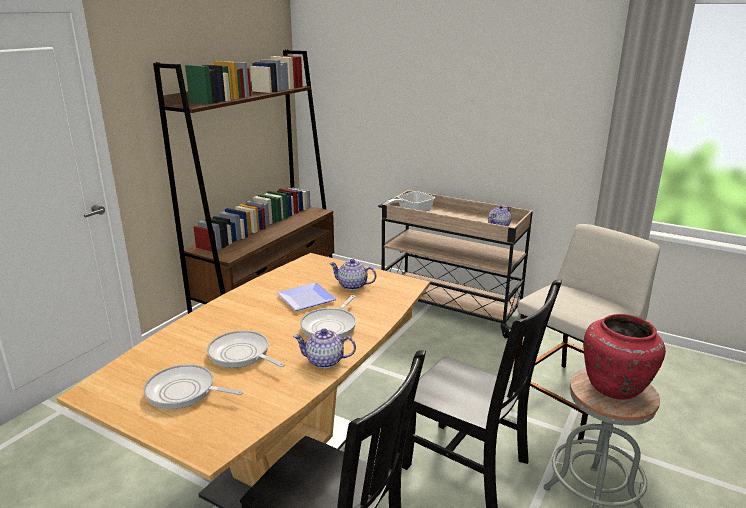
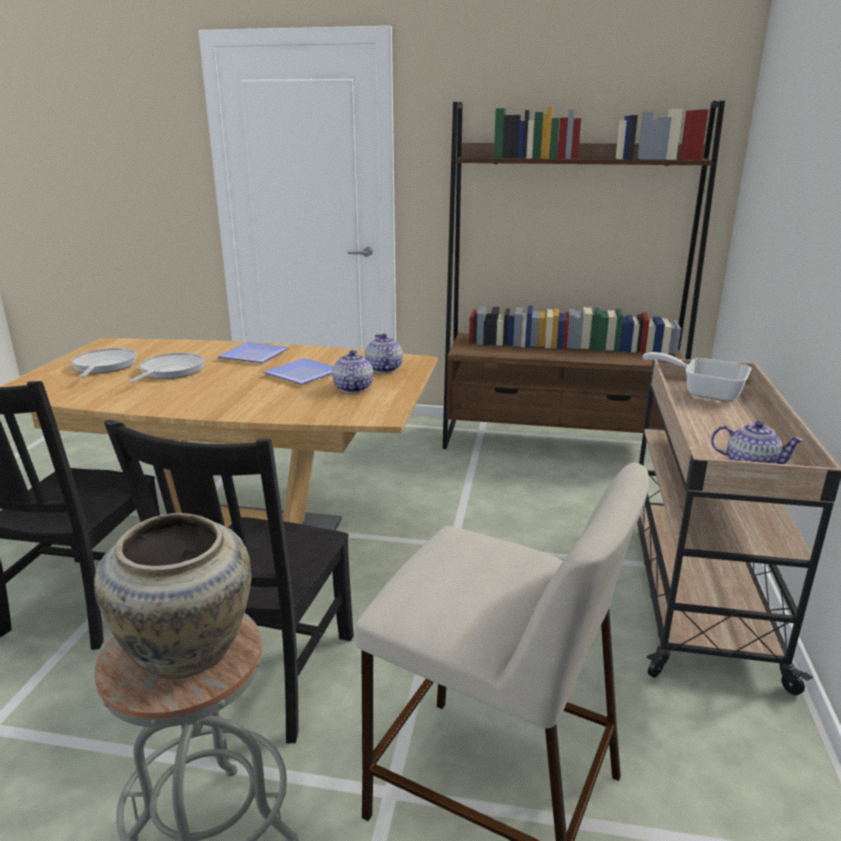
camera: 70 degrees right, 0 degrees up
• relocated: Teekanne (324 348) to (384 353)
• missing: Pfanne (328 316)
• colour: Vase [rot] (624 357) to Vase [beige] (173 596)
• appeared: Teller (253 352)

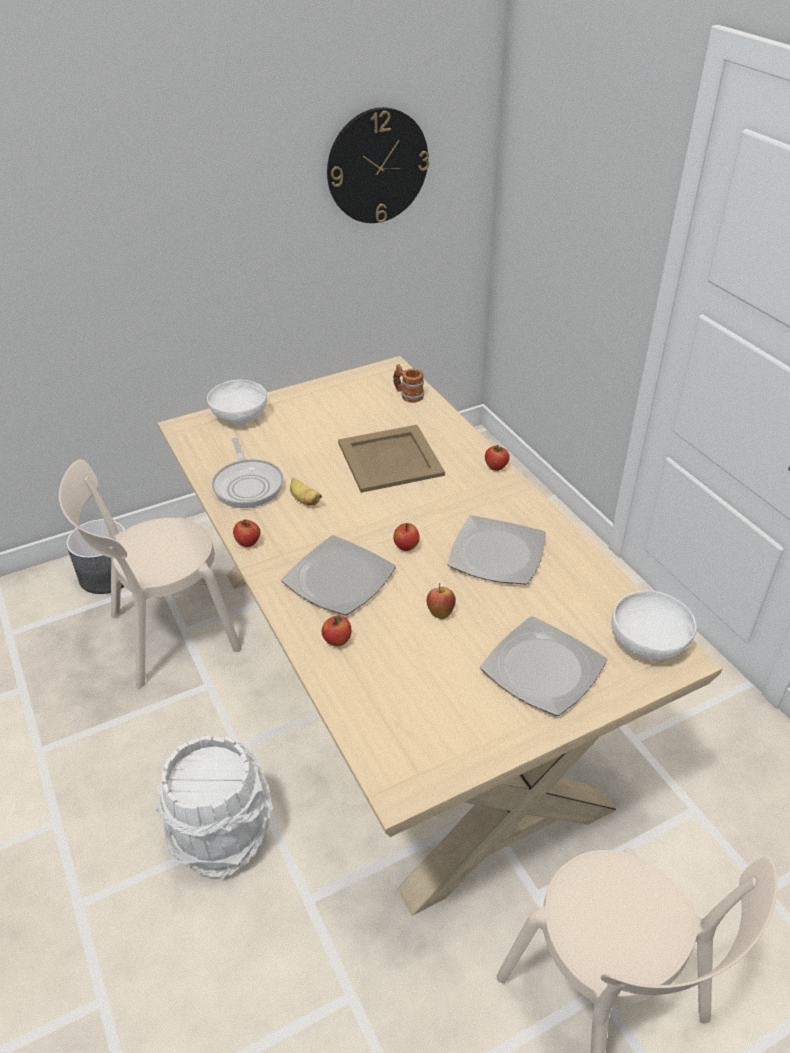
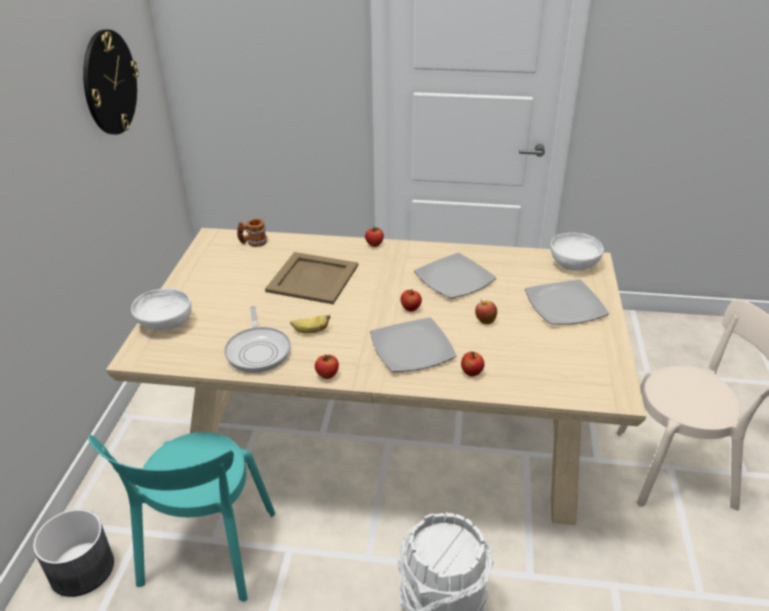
camera: 55 degrees left, 5 degrees down
• colour: Stuhl [beige] (150 574) to Stuhl [türkis] (181 517)
• spun: Pfanne (247 473) = (257 339) 60 degrees clockwise

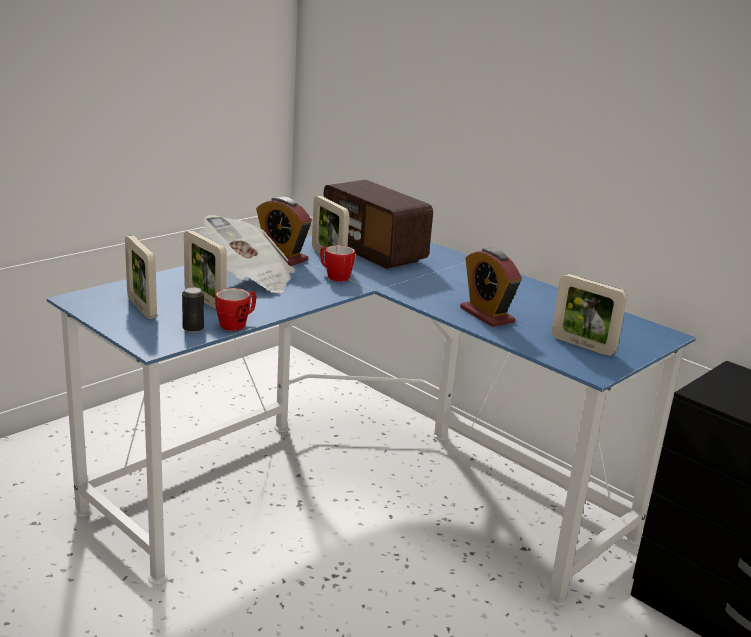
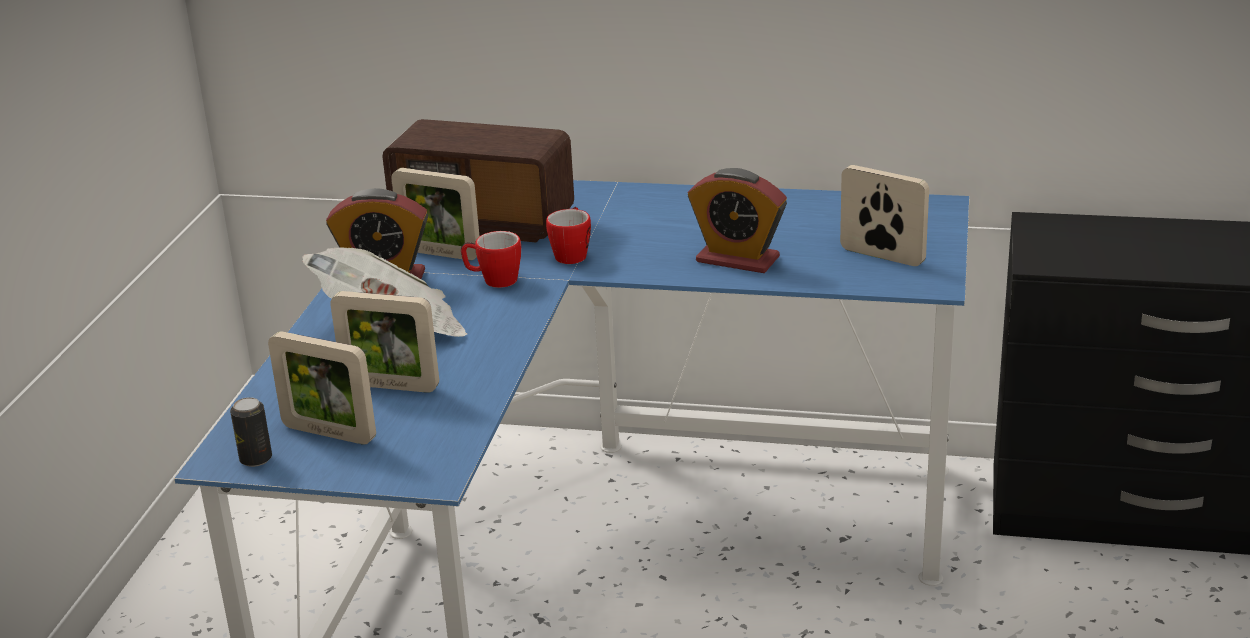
camera: 30 degrees left, 5 degrees up
• relocated: Dose (193 309) to (251 432)
• relocated: Henkelbecher (235 309) to (568 235)
• spun: Bilderrahmen (589 315) = (884 215) 150 degrees counterclockwise

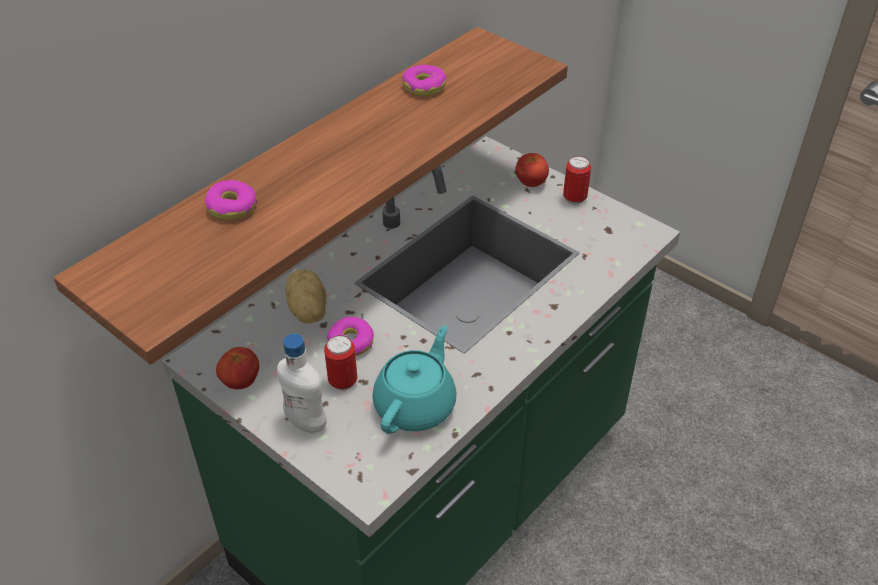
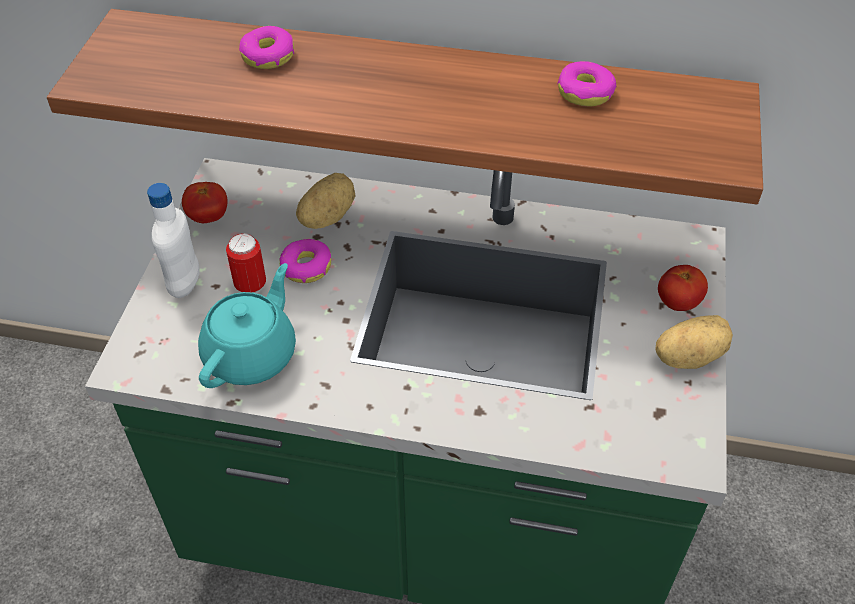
camera: 60 degrees right, 5 degrees up
• spun: Teekanne [türkis] (414 380) = (247 325) 60 degrees counterclockwise
• exchanged: Dose (577 180) to Kartoffel (694 342)

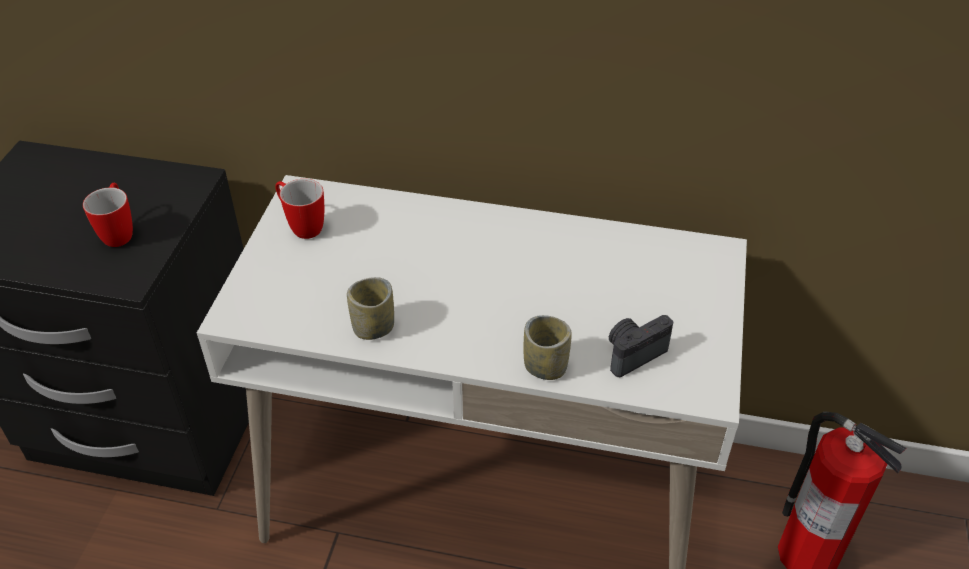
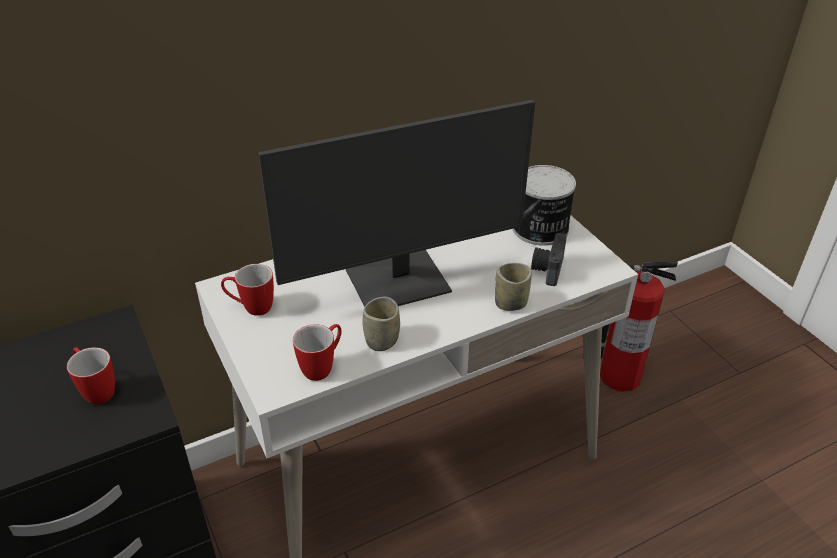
camera: 40 degrees left, 5 degrees down
• appeared: Monitor (396 203)
• appeared: Henkelbecher (317 352)
• appeared: Dose (544 205)

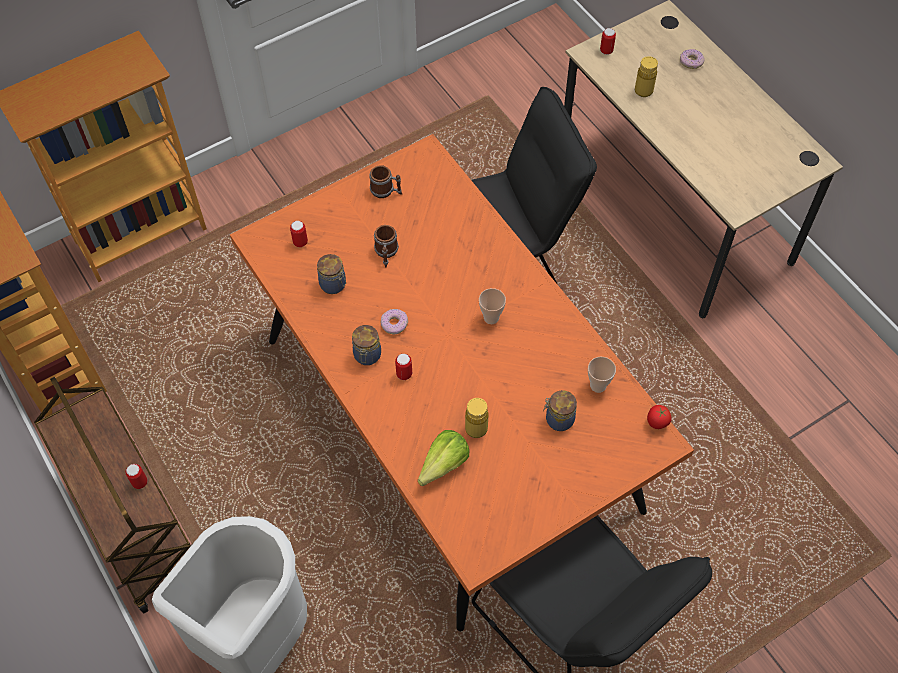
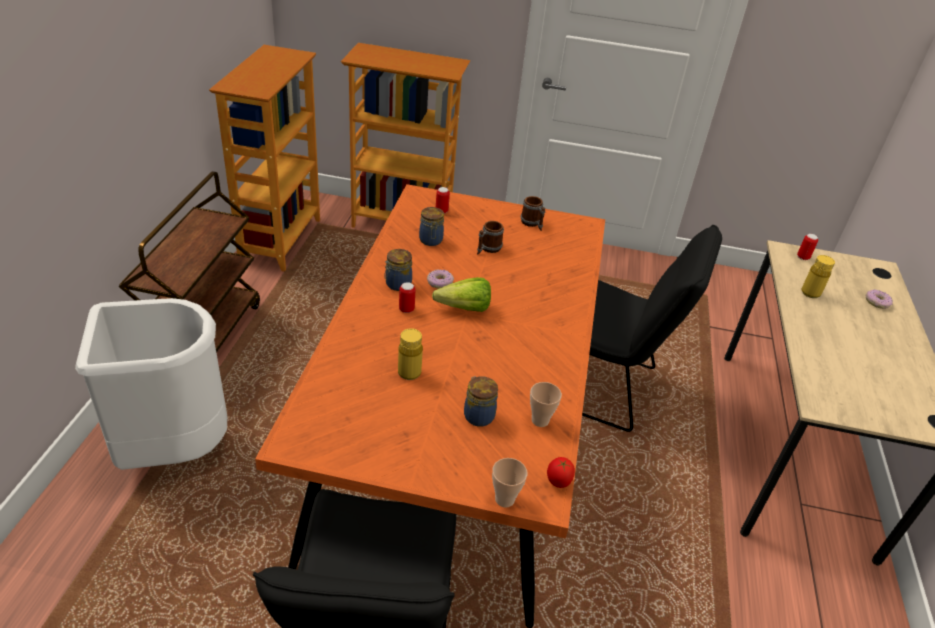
camera: 40 degrees right, 20 degrees down
• missing: Dose (137 476)
• relocated: Salatkopf (443 458) to (461 294)
• relocated: Tasse (492 306) to (509 482)

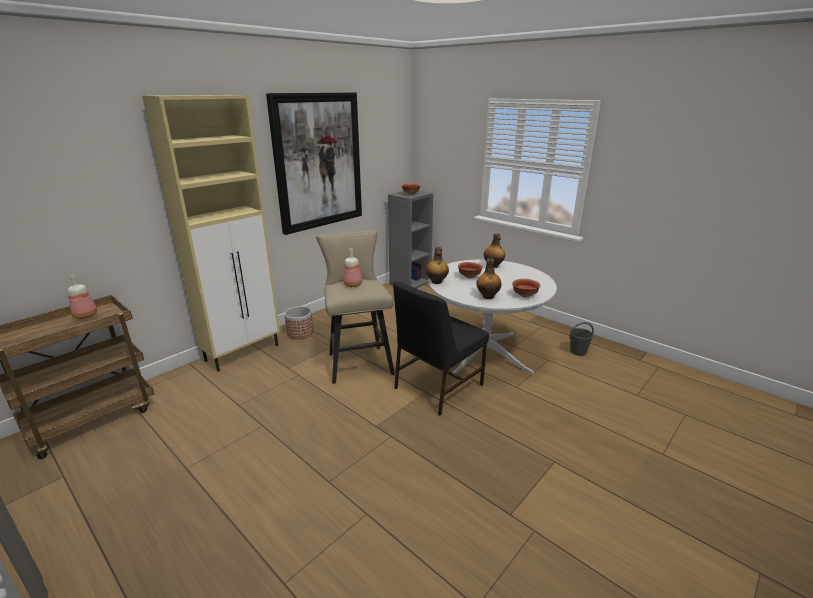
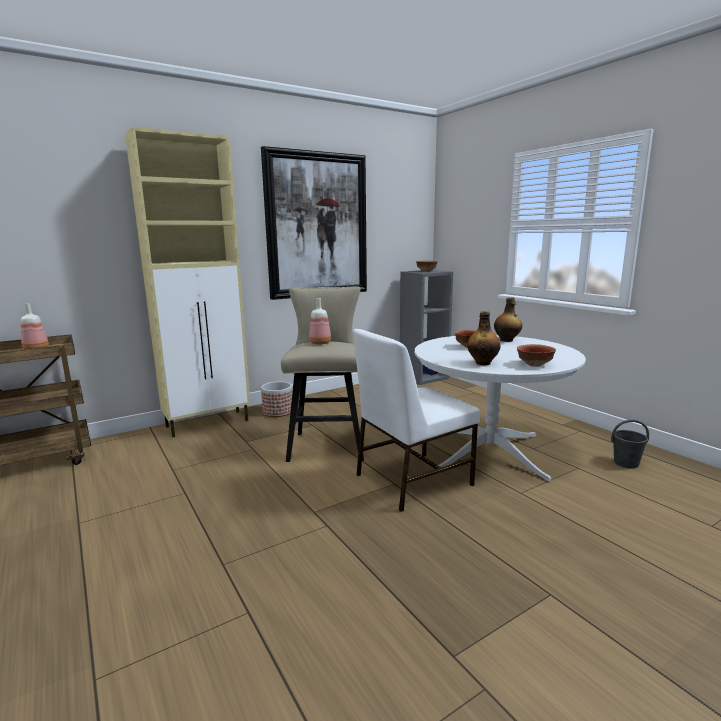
camera: 15 degrees right, 10 degrees down
• colour: Stuhl [schwarz] (441 348) to Stuhl [weiß] (416 420)
• missing: Flasche (437 265)

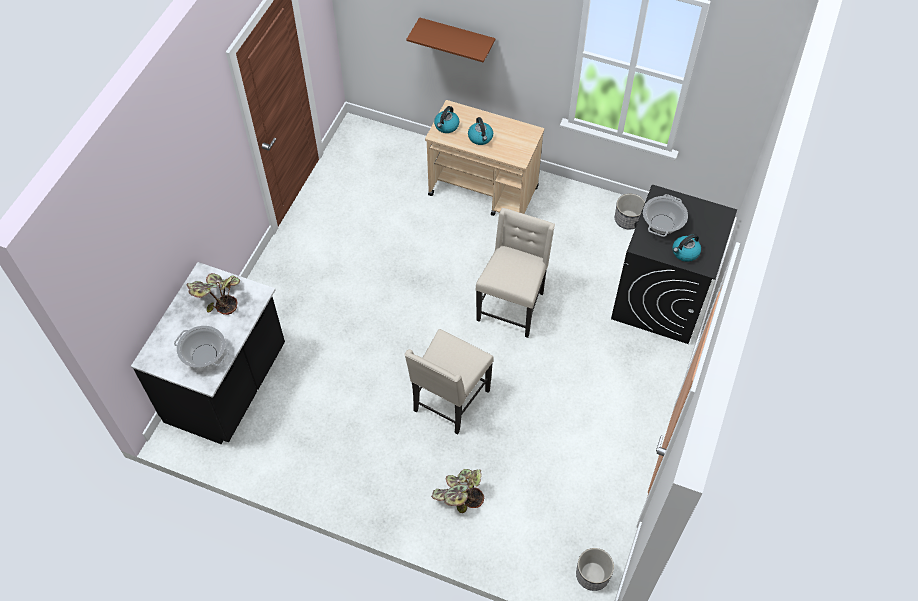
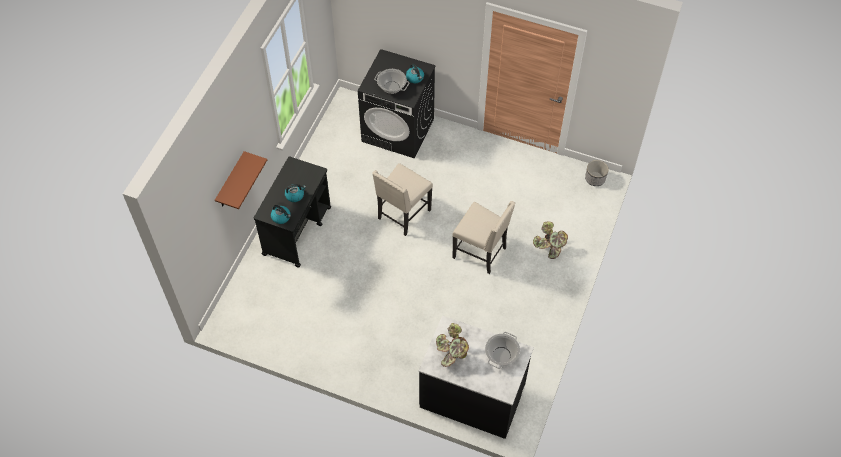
camera: 90 degrees left, 0 degrees up
• colour: Rollwagen [beige] (484 158) to Rollwagen [schwarz] (292 212)
• spun: Stuhl [beige] (515 273) = (402 199) 75 degrees counterclockwise
• missing: Pflanzkübel (630 211)

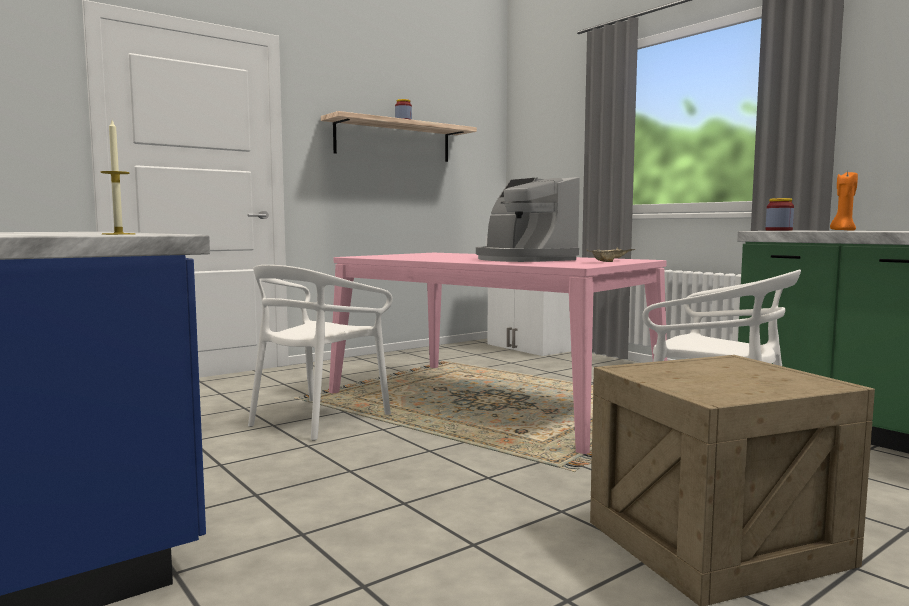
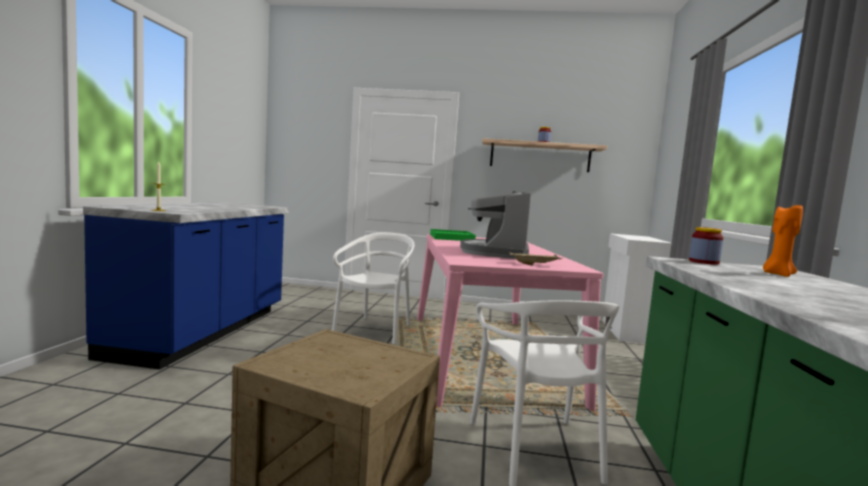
camera: 45 degrees right, 0 degrees up
• spun: Stuhl [weiß] (320 353) = (373 288) 120 degrees clockwise
• appeared: Tablett [grün] (453 235)

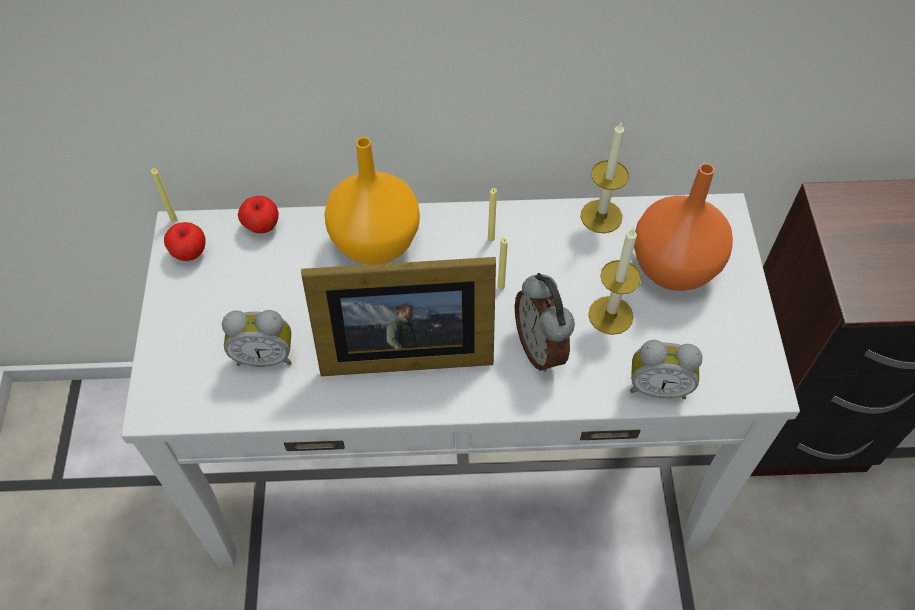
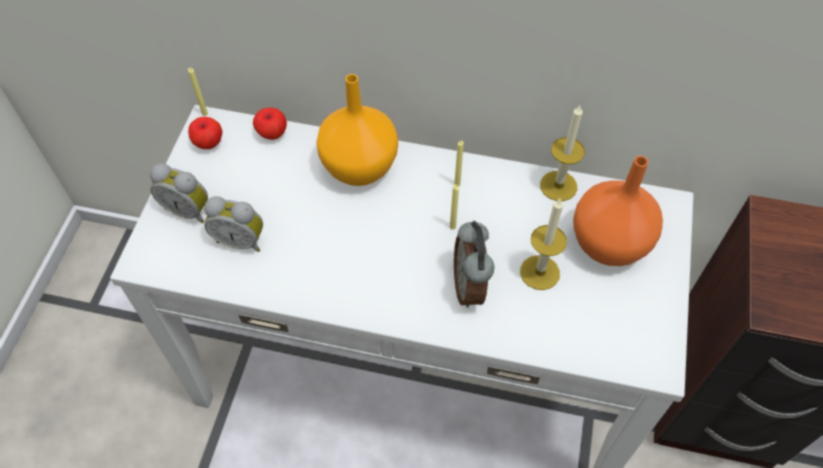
camera: 15 degrees right, 0 degrees up
• missing: Bilderrahmen (398 316)
• relocated: Wecker (666 369) to (179 193)

